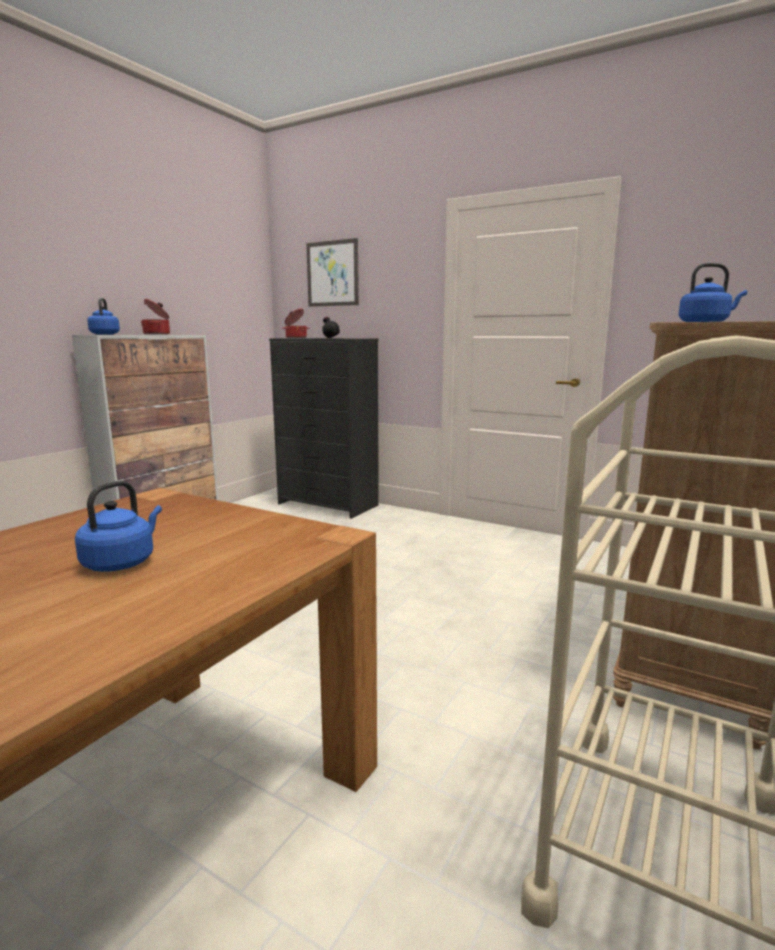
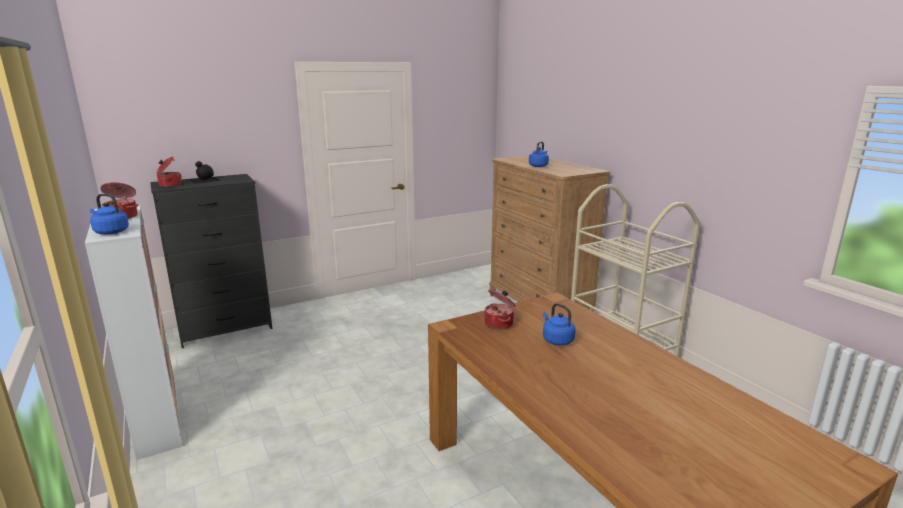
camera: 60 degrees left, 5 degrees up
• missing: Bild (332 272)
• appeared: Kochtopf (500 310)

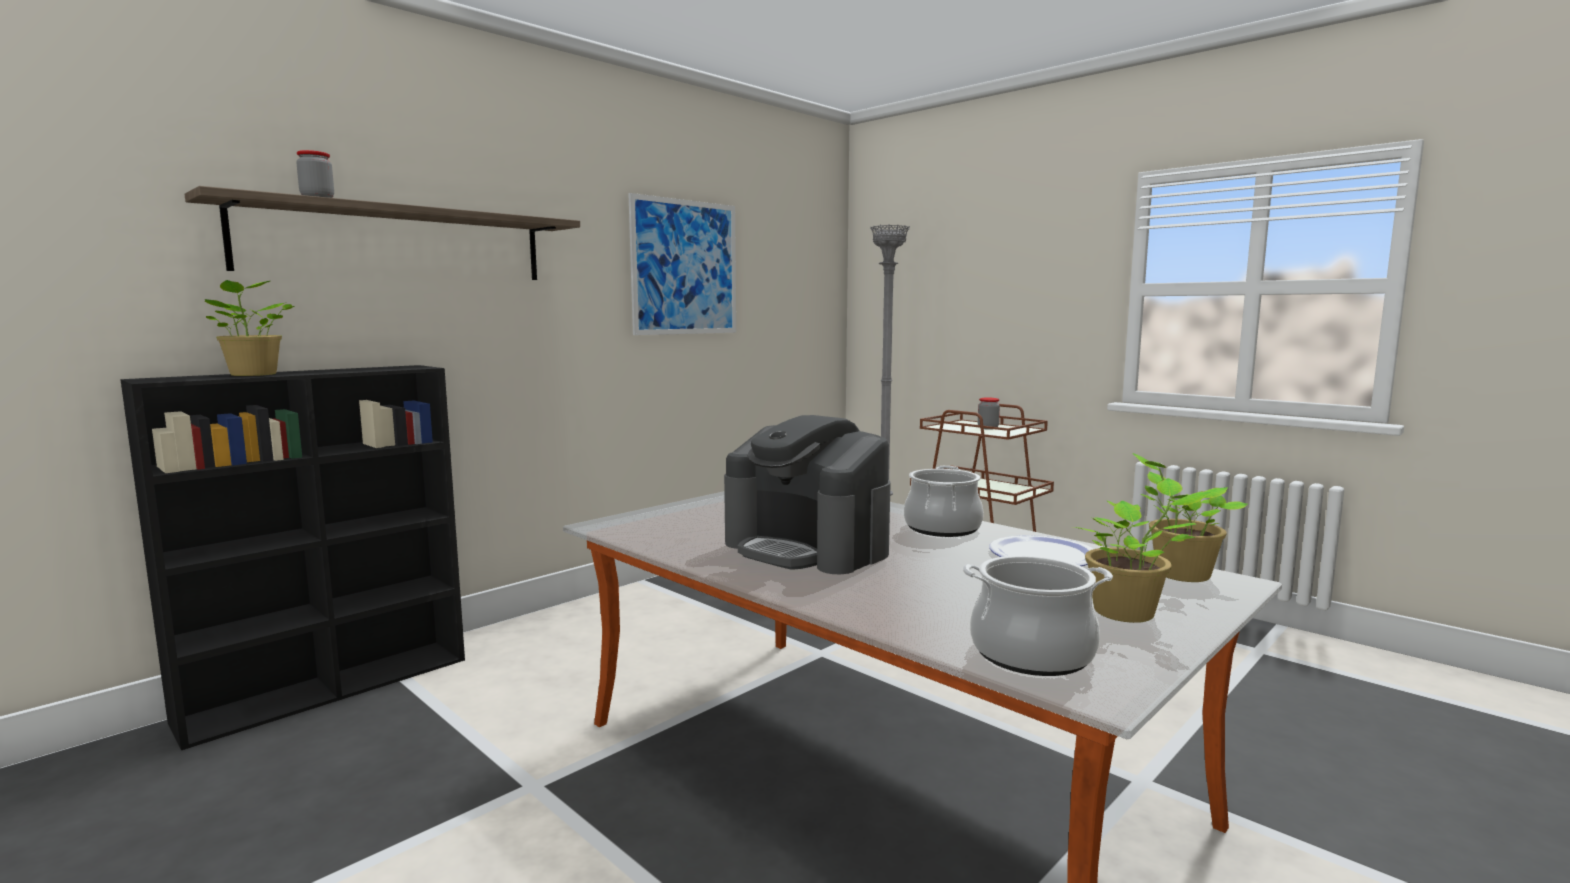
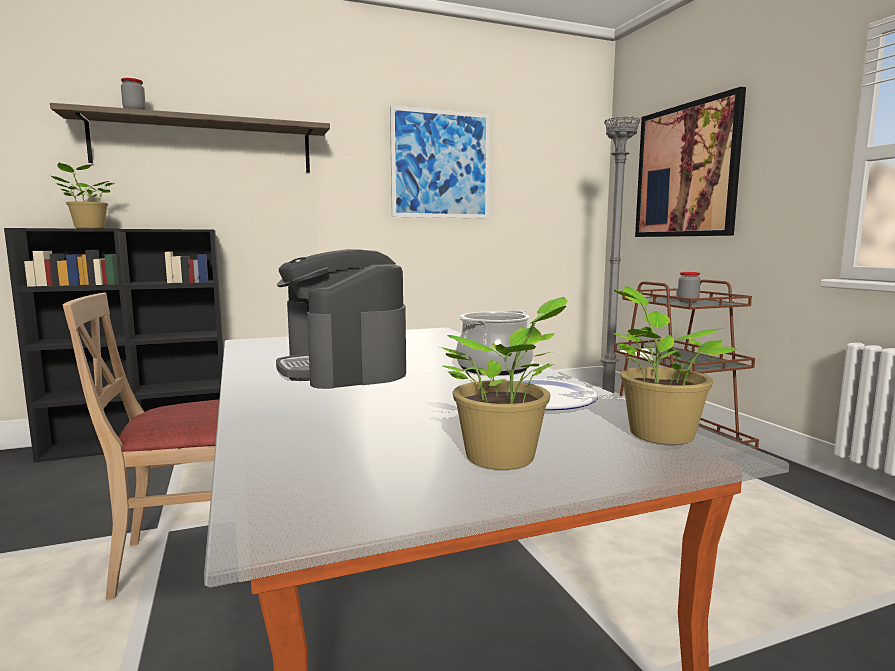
camera: 25 degrees right, 0 degrees up
• missing: Kochtopf (1038 616)
• appeared: Stuhl [beige] (157 446)
• appeared: Bild (690 162)

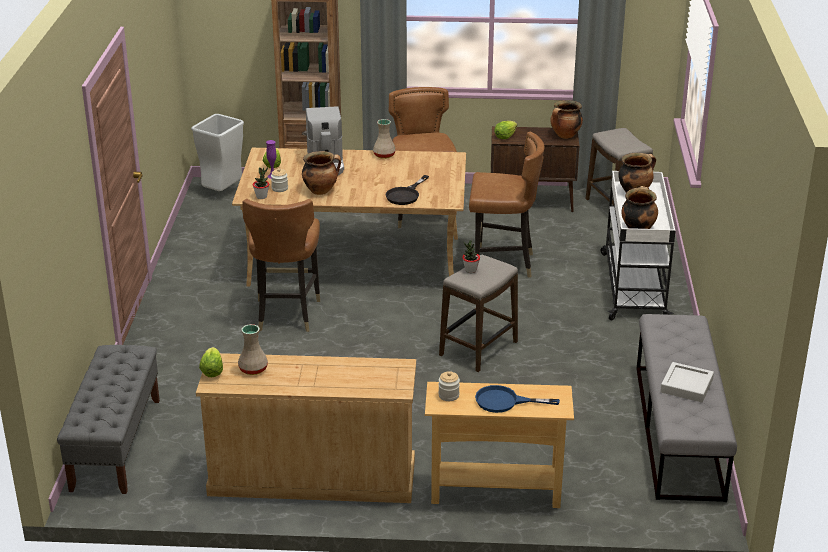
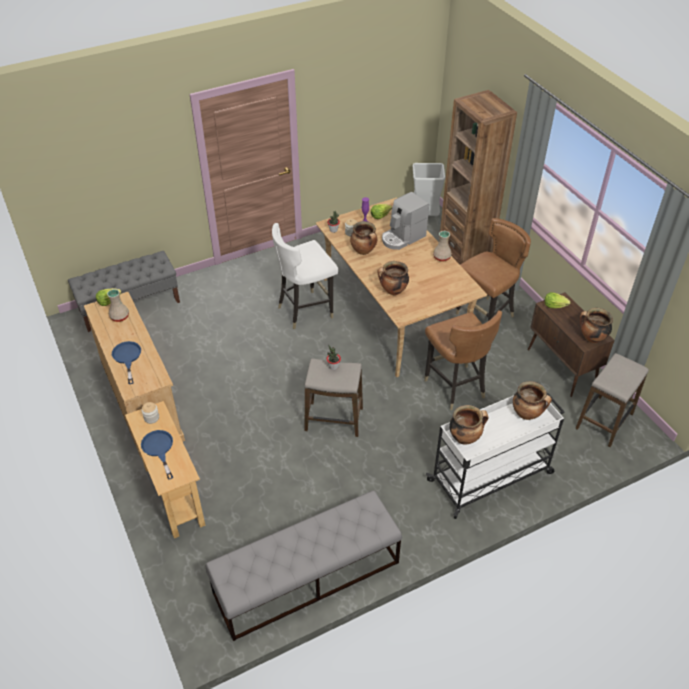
camera: 60 degrees right, 15 degrees up
• colour: Stuhl [braun] (281 265) to Stuhl [weiß] (305 276)
• exchanged: Pfanne [schwarz] (407 190) to Kochtopf (393 278)
• missing: Tablett [grau] (687 382)
• appeared: Pfanne [blau] (126 362)

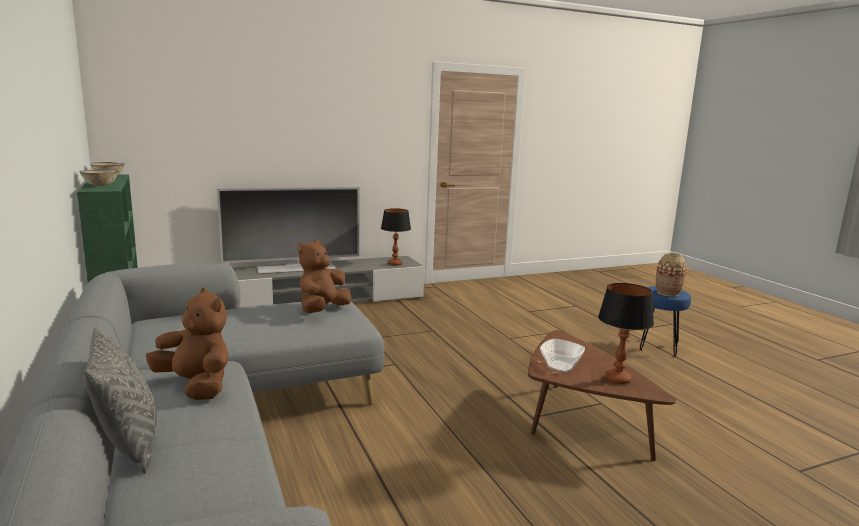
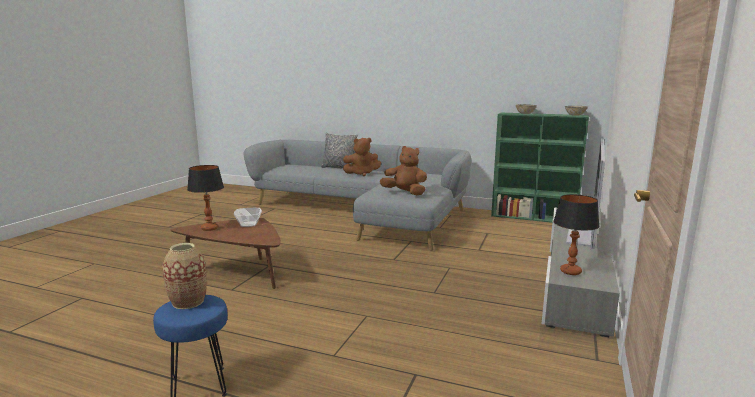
camera: 135 degrees right, 0 degrees up
• spun: Plüschtier [braun] (324 276) = (403 170) 45 degrees counterclockwise

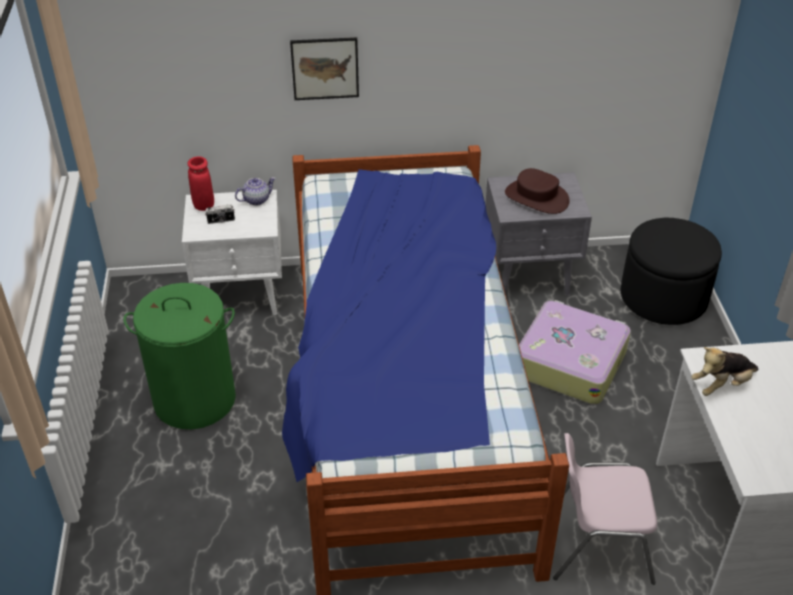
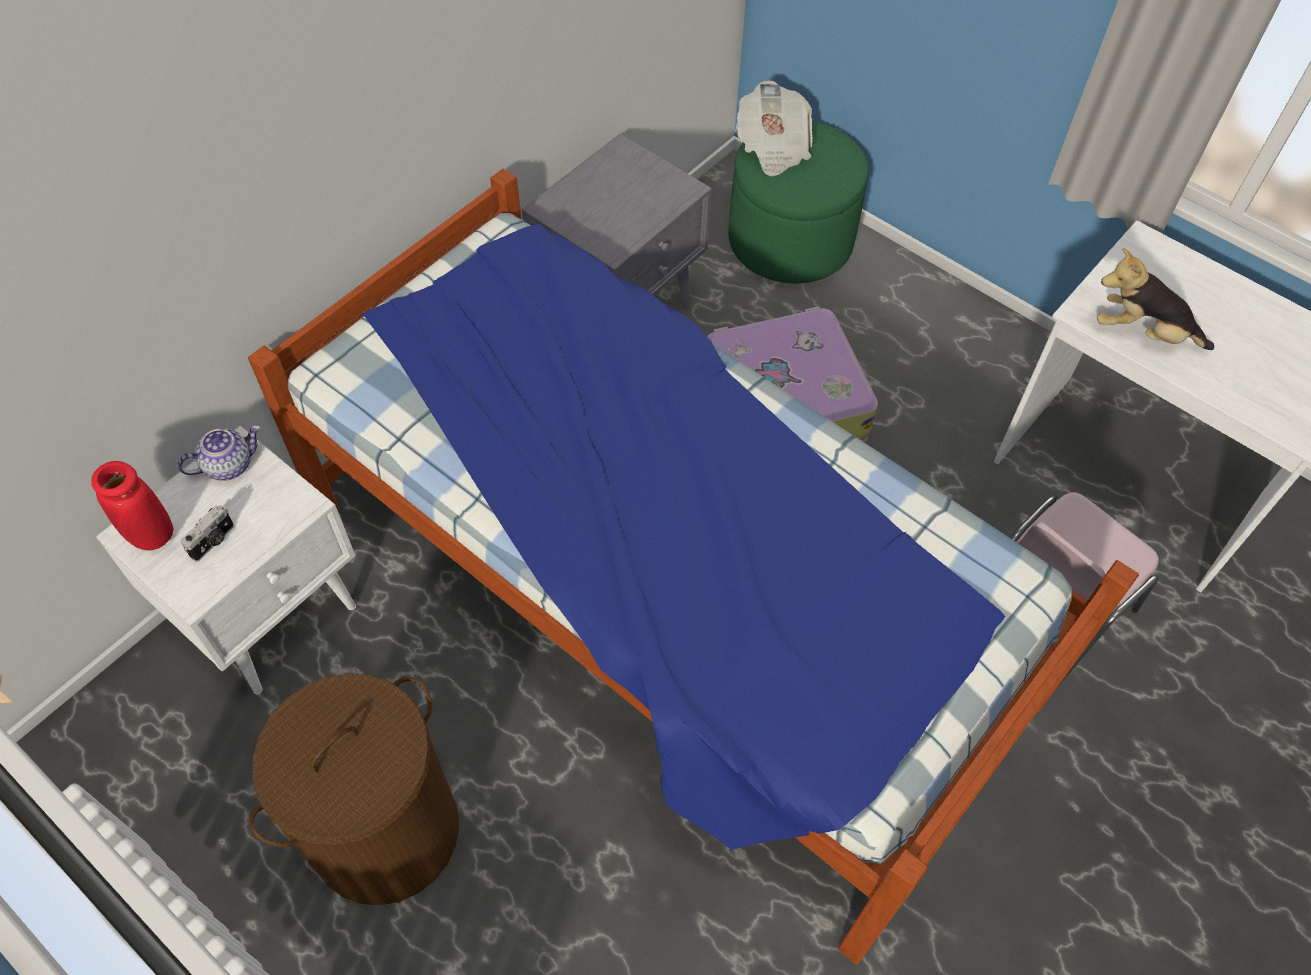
camera: 45 degrees left, 15 degrees up
• colour: Wäschekorb [grün] (180 356) to Wäschekorb [braun] (354 789)
• spun: Teekanne (255 191) = (219 453) 45 degrees clockwise
• missing: Bild (324 68)
• missing: Hut [braun] (537 191)
• colour: Polsterhocker [schwarz] (671 271) to Polsterhocker [grün] (798 202)
• spun: Plüschtier (724 371) = (1155 299) 90 degrees clockwise
• appeared: Zeitung (774 129)

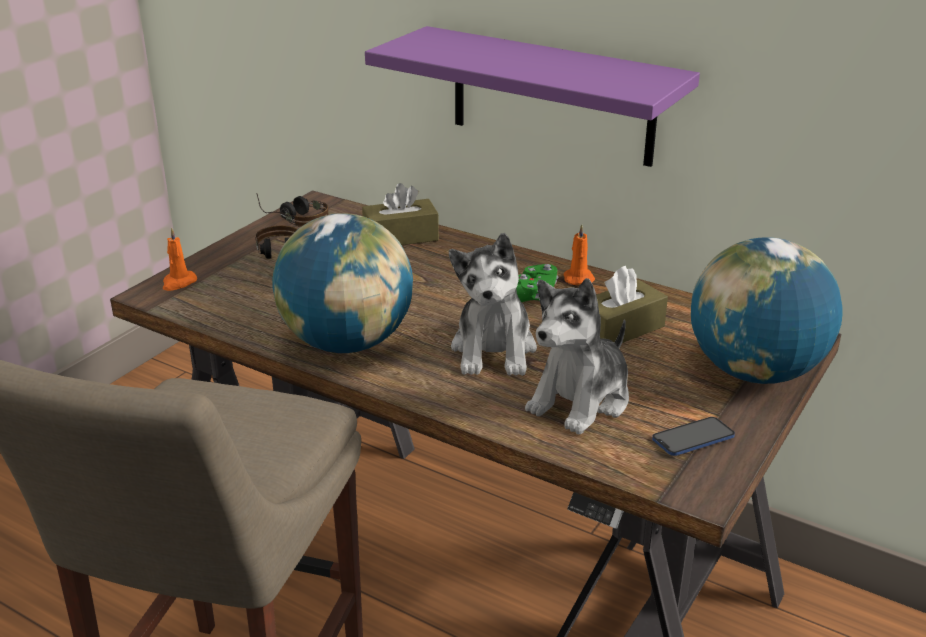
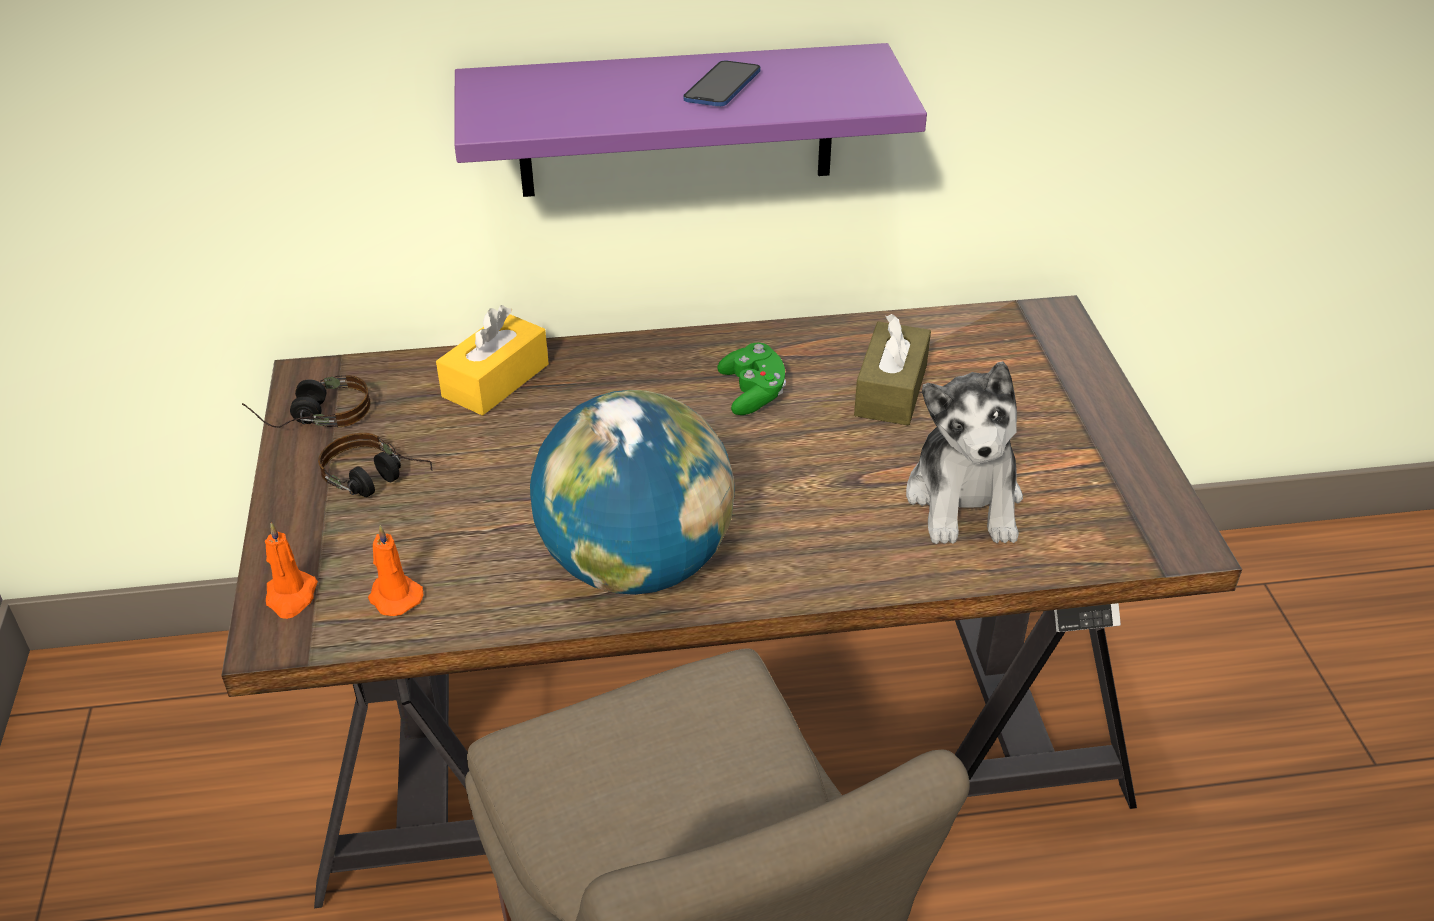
camera: 40 degrees left, 10 degrees up
• colour: Taschentuchbox [braun] (400 214) to Taschentuchbox [gelb] (492 360)
• missing: Plüschtier (493 304)
• relocated: Kerze [orange] (579 254) to (395 570)
• relocated: Handy (693 436) to (722 84)
• missing: Globus (767 310)

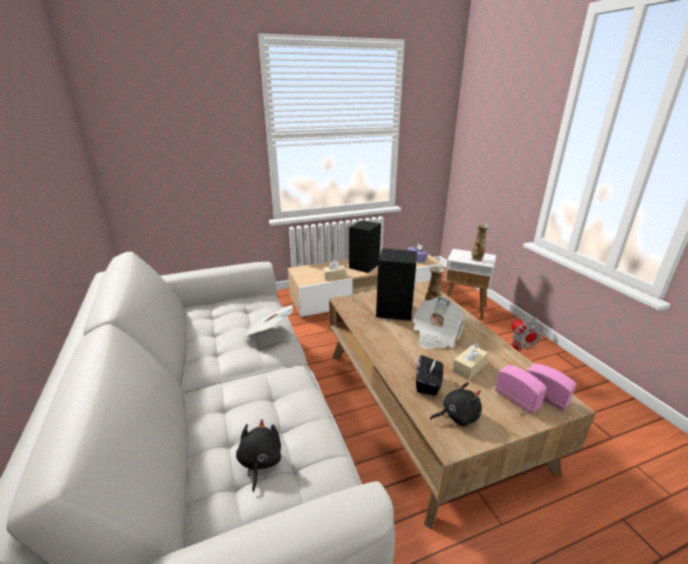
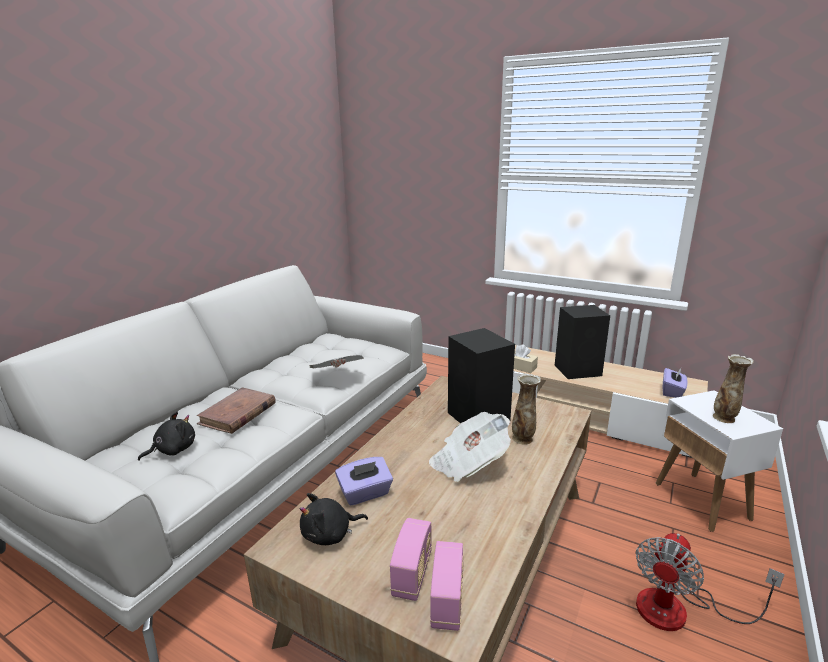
camera: 50 degrees right, 5 degrees down
• colour: Taschentuchbox [schwarz] (429 375) to Taschentuchbox [lila] (364 481)
• spun: Plüschtier [schwarz] (456 404) = (334 519) 120 degrees clockwise
• missing: Taschentuchbox [beige] (470 362)
• appeared: Buch [braun] (236 410)

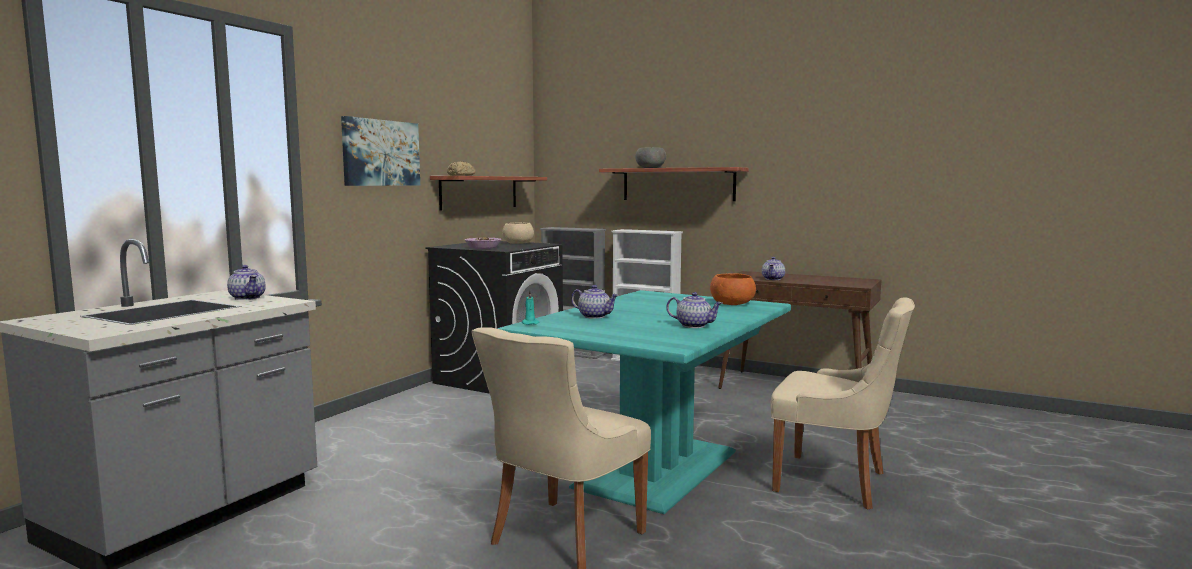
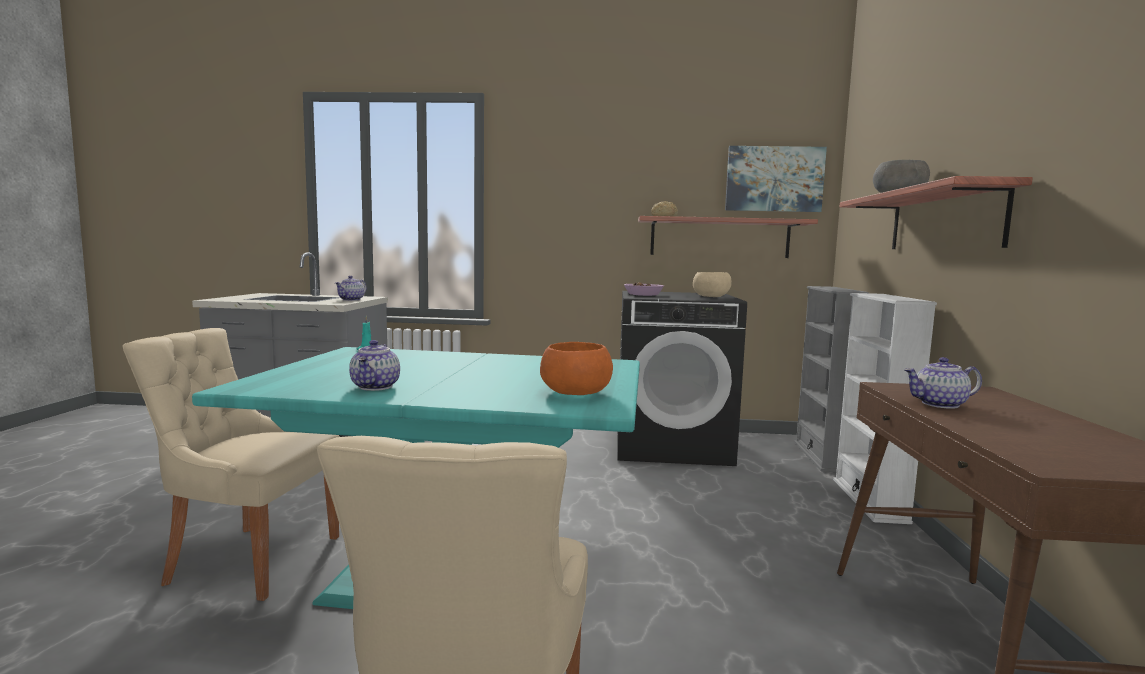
camera: 65 degrees right, 0 degrees up
• relocated: Bild (380 151) to (776 179)
• missing: Teekanne (595 302)

